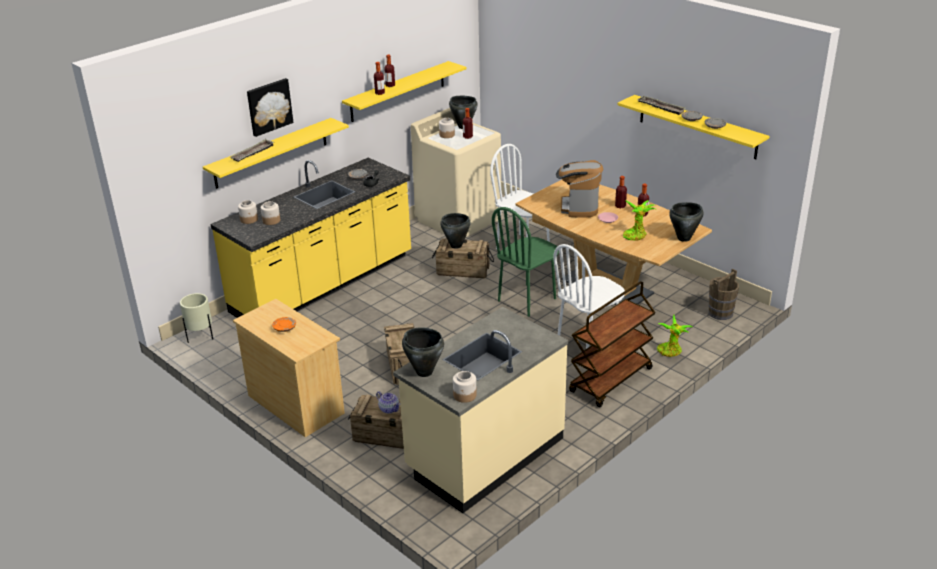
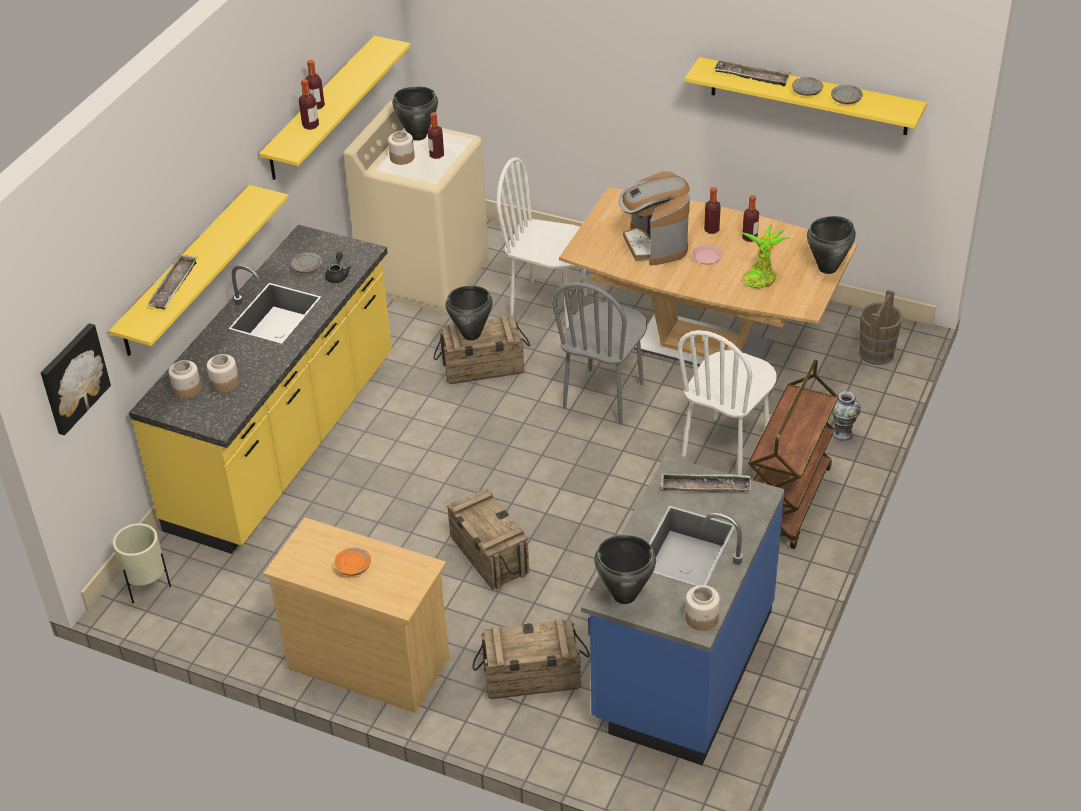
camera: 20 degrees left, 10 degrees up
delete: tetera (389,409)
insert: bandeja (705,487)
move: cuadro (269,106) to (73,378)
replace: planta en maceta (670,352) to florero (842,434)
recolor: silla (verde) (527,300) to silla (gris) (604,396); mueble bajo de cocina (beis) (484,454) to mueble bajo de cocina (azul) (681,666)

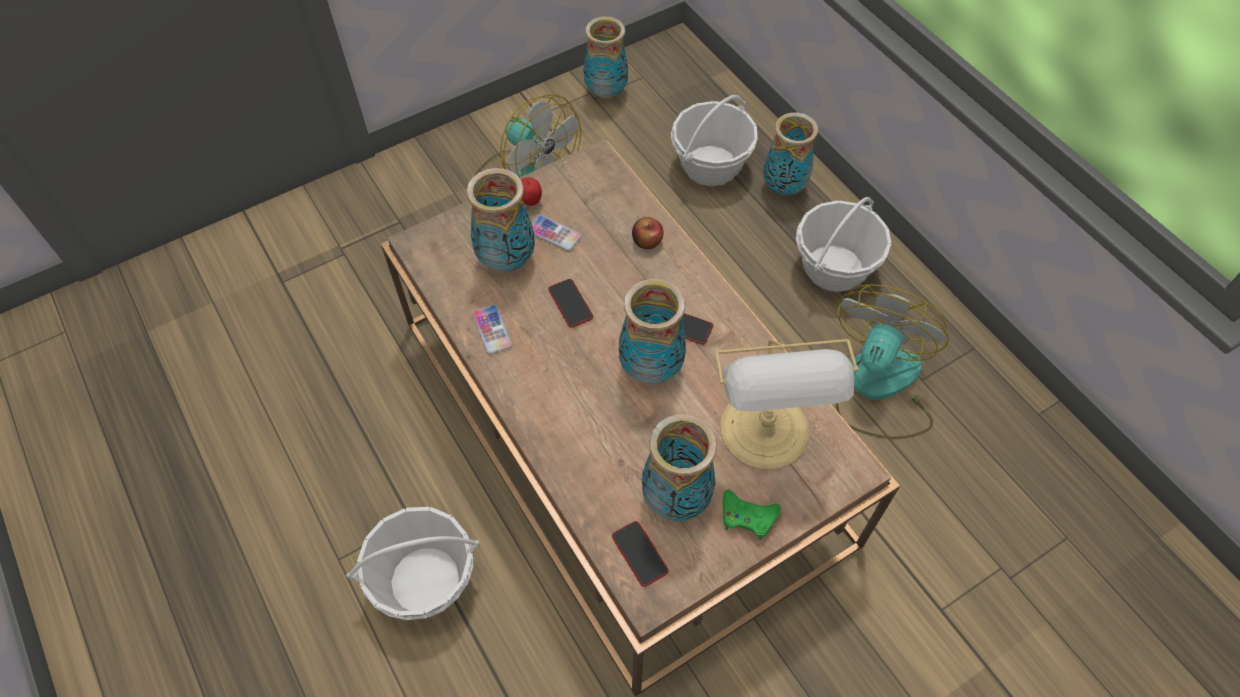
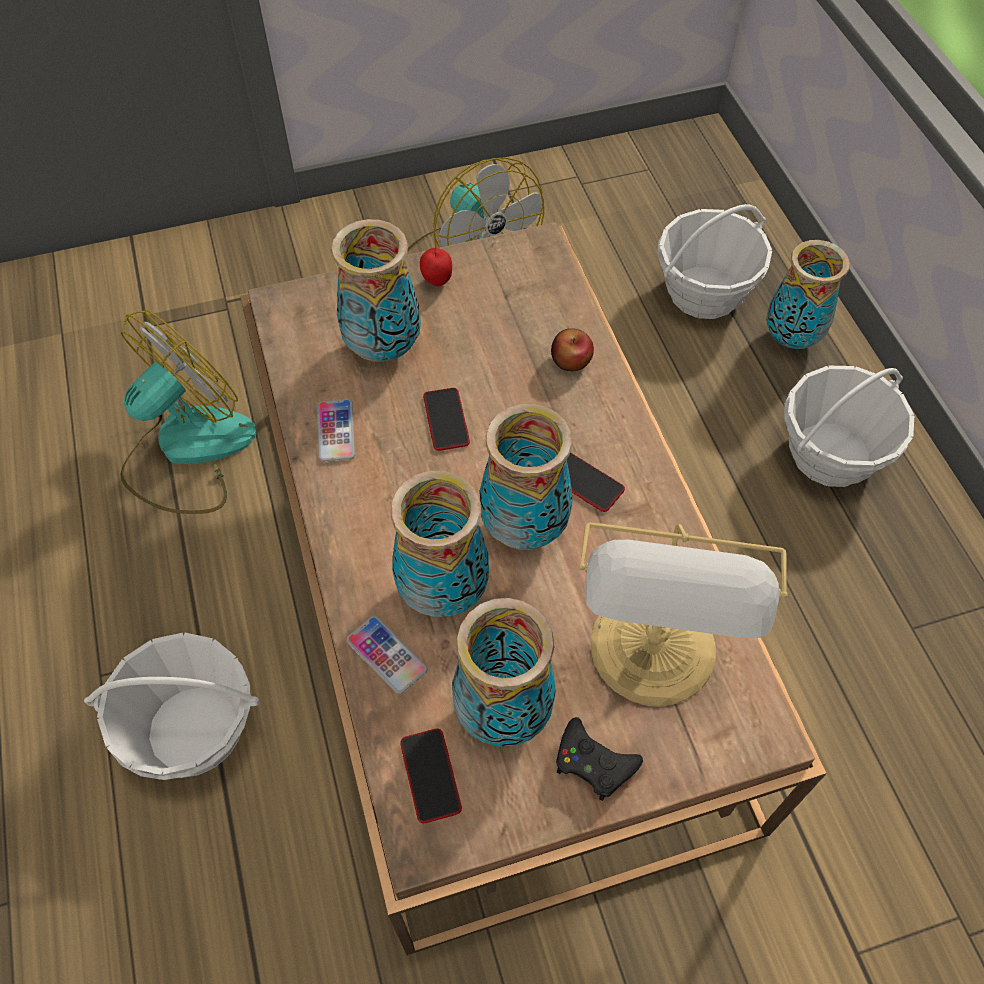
camera: 15 degrees right, 0 degrees up
move: ventilador (877,387) to (187,450); móvil (554,233) to (386,655); florero (606,91) to (443,590)
recolor: mando de consola (verde) (747,516) to mando de consola (negro) (593,762)

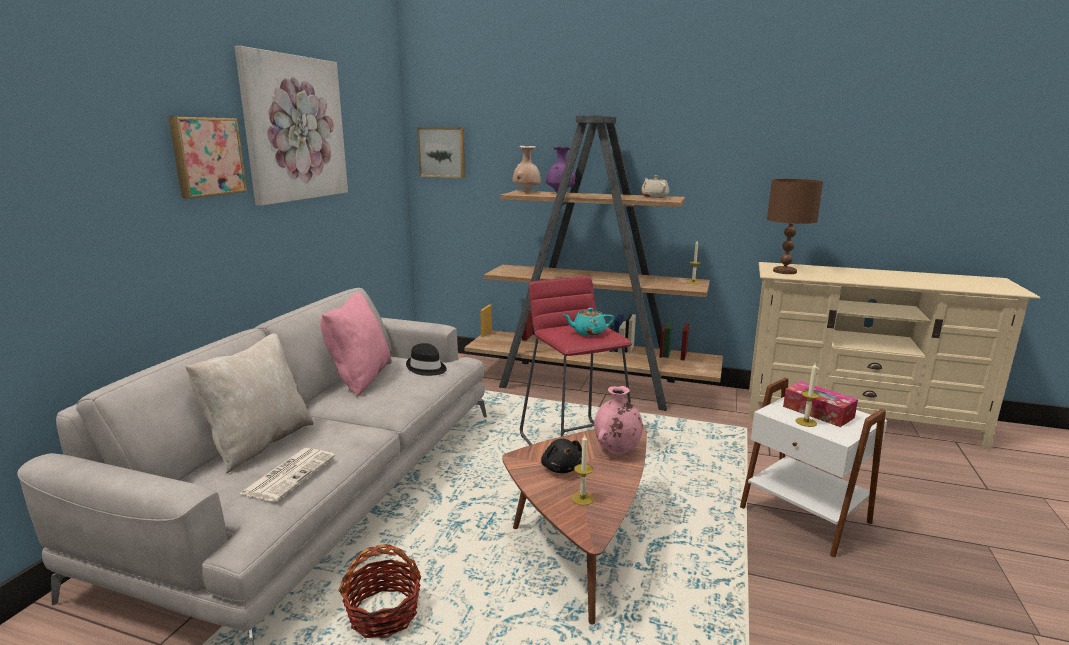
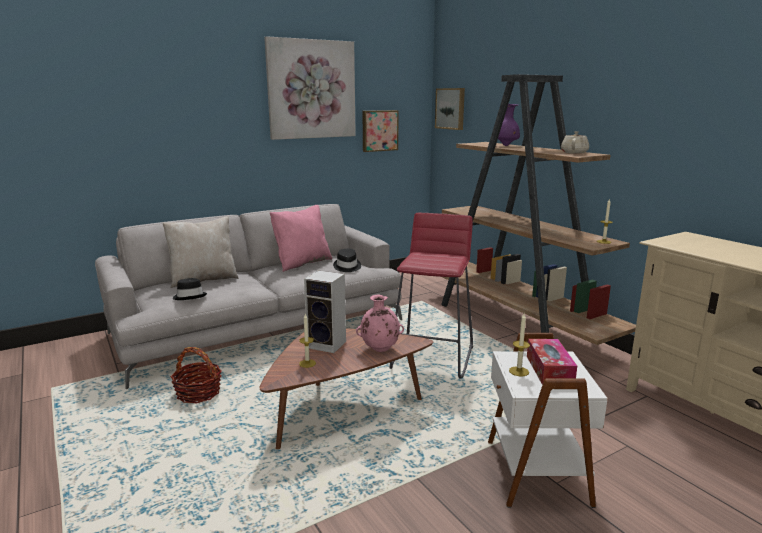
camera: 40 degrees right, 0 degrees up
delete: florero (beis) (526,191); tetera (turquesa) (588,333); lámpara de mesa (marrón) (785,271)
move: cuadro (206,156) to (379,130)
replace: periódico (290,474) to sombrero (negro) (190,296); peluche (negro) (561,468) to altavoz (328,344)

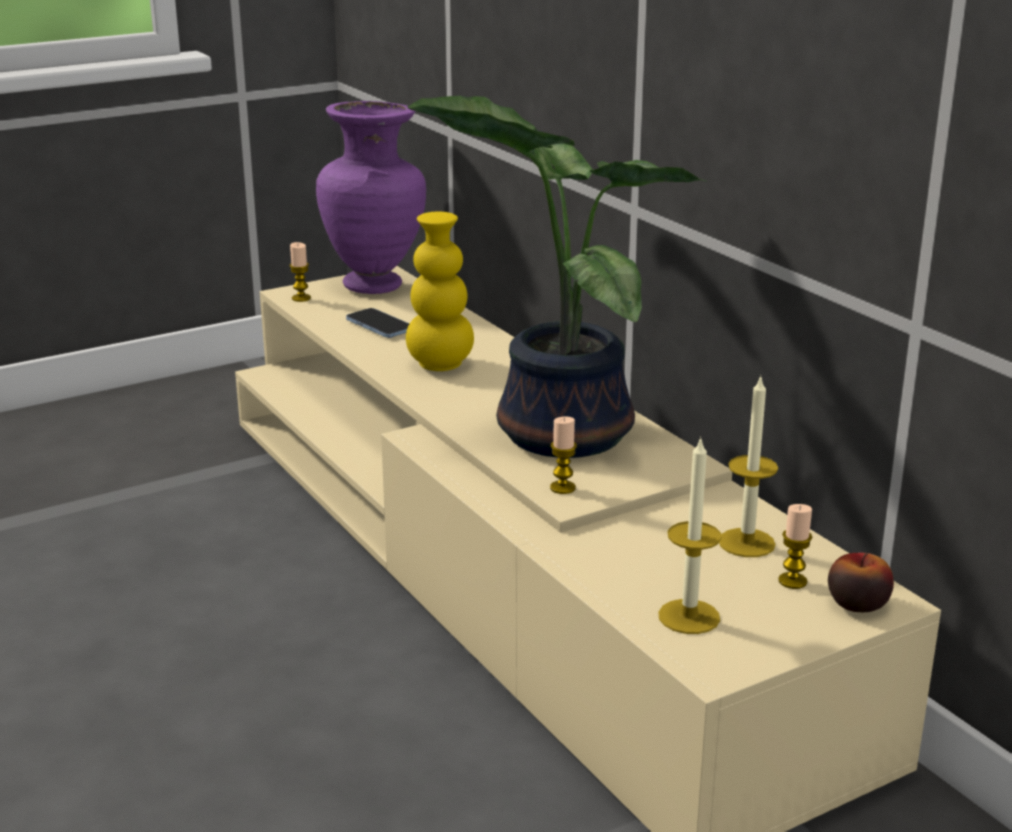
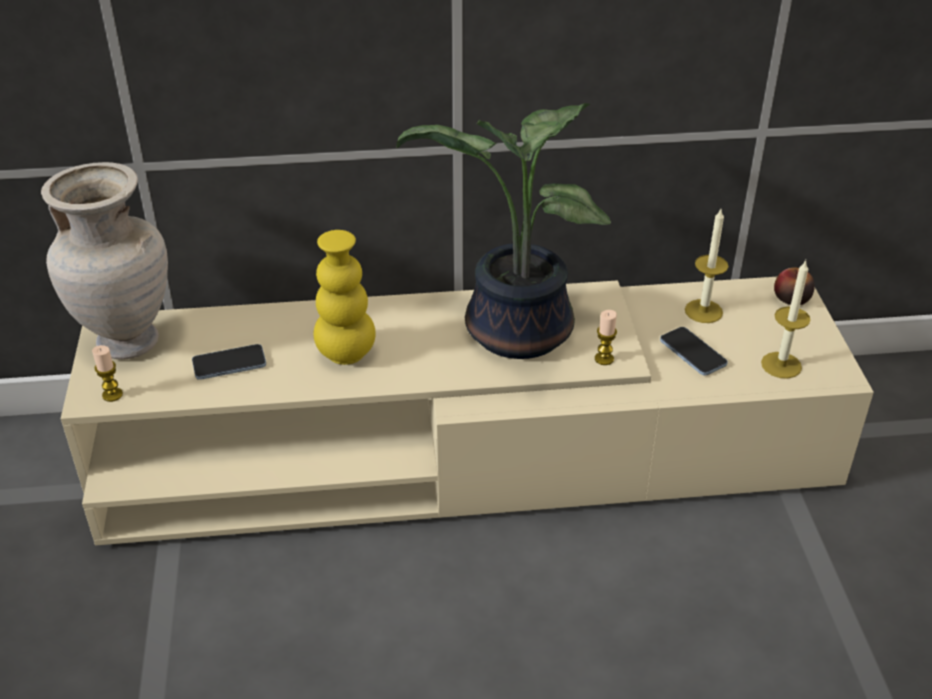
camera: 65 degrees left, 15 degrees up
delete: vela (792,581)
insert: móvil (692,353)
recolor: florero (morado) (375,286) to florero (beis) (128,341)

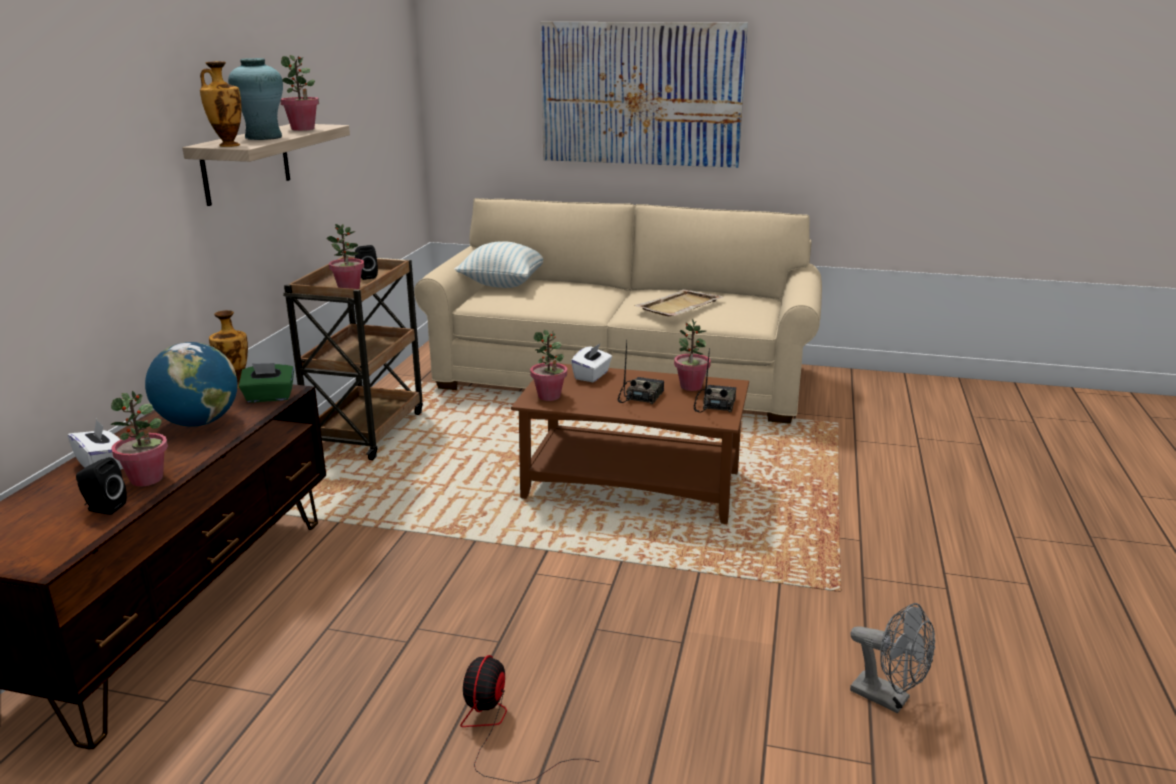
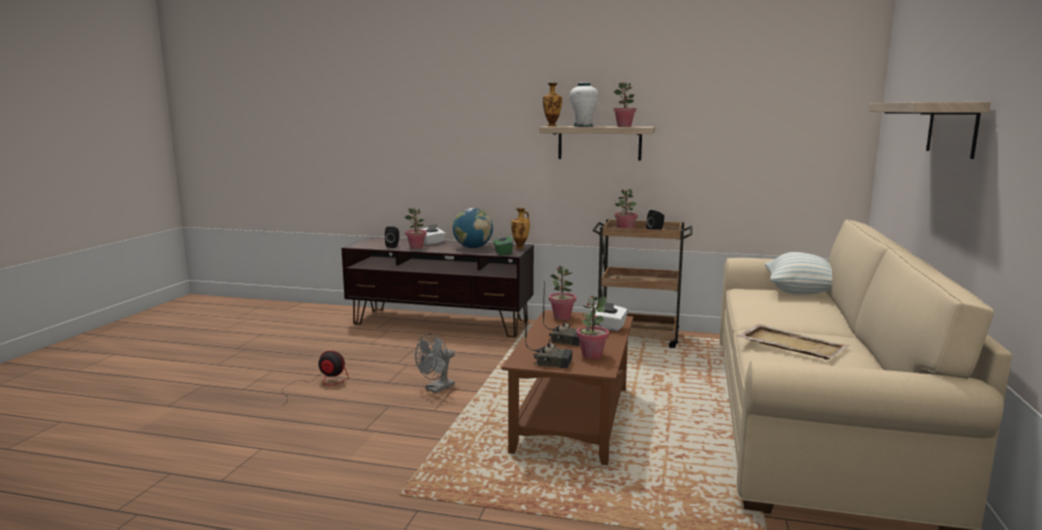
camera: 90 degrees right, 10 degrees down
move: ventilador (gris) (888,698) to (437,389)
replace: cuadro (640,94) to estante (952,128)
recolor: florero (turquesa) (263,137) to florero (blanco) (583,126)

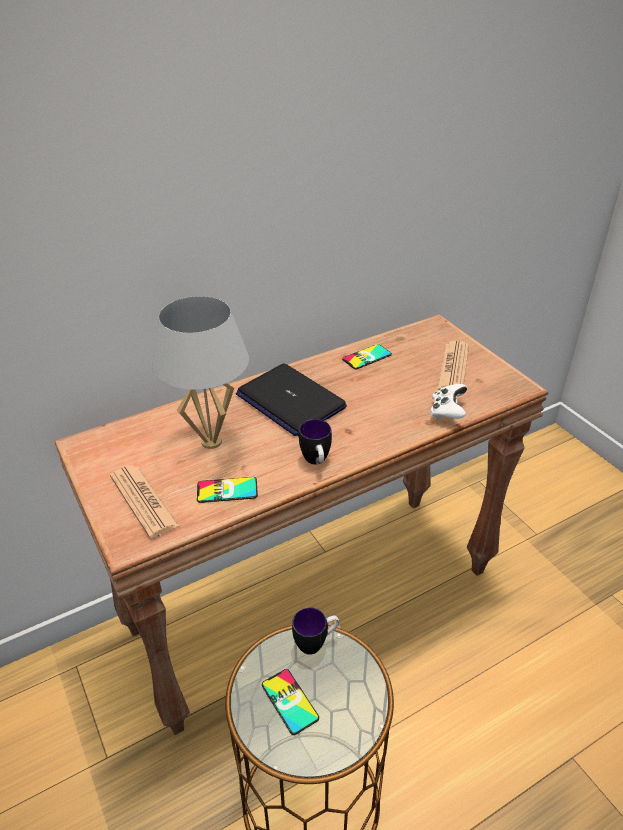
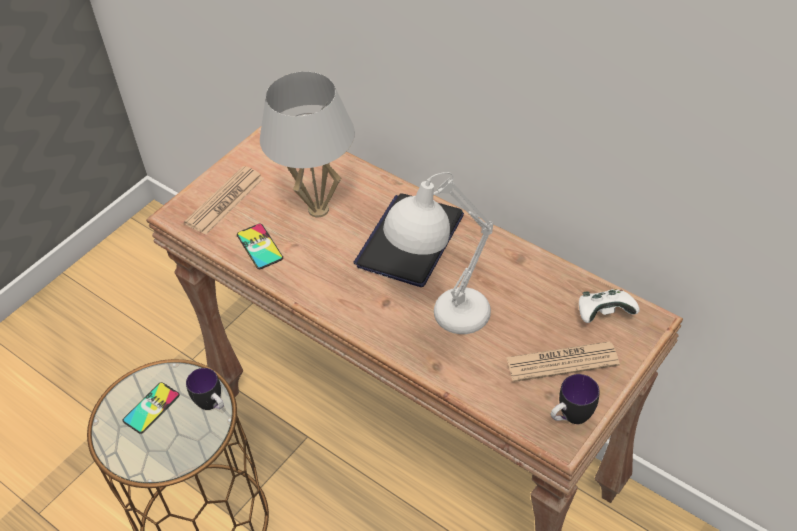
camera: 70 degrees right, 10 degrees up
delete: móvil (367,357)
insert: lámpara de mesa (blanco) (441,322)
move: taza grande (316,462) to (570,418); mando de consola (blanco) (447,412) to (604,314)

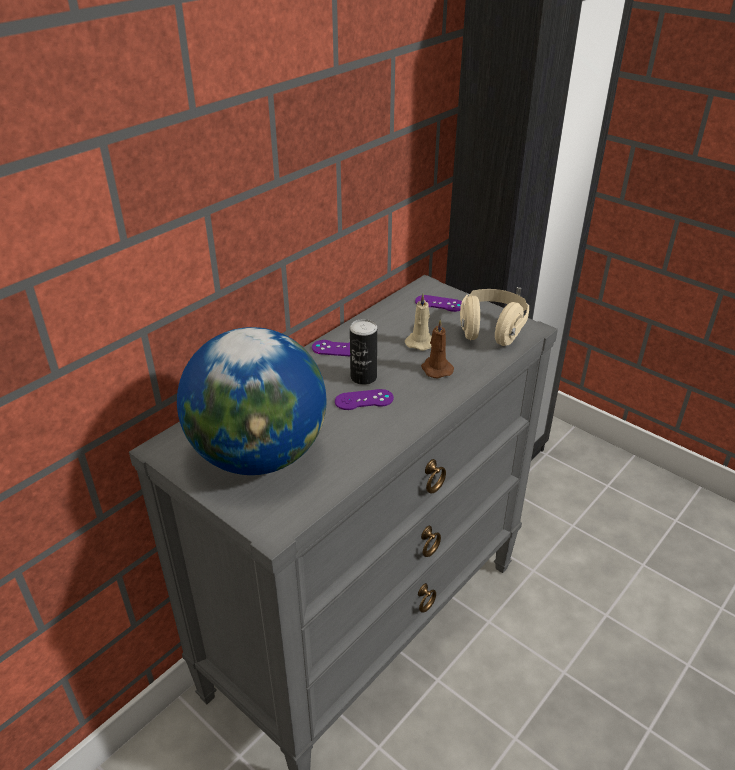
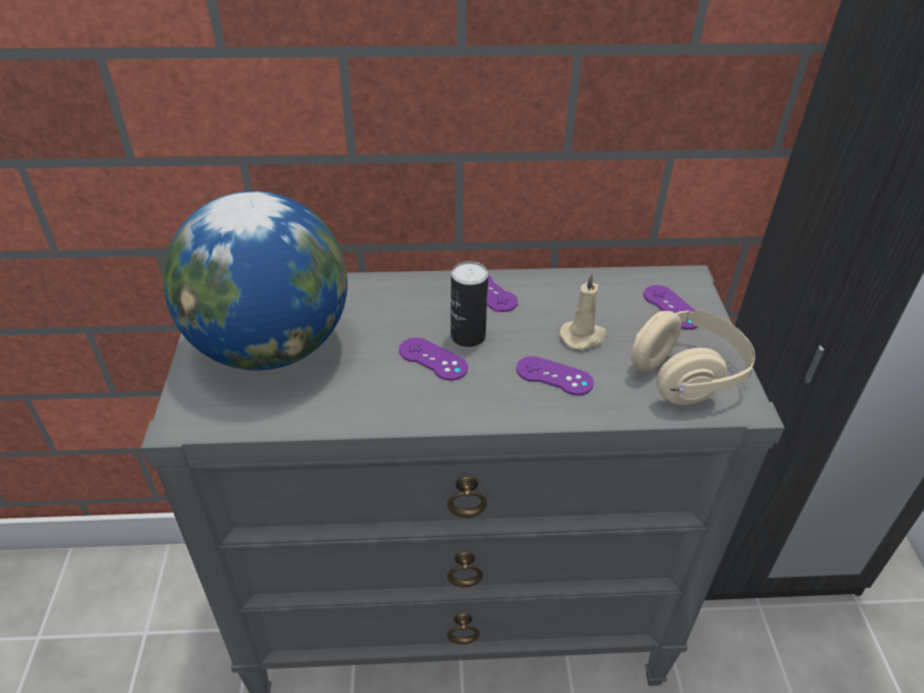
camera: 45 degrees right, 5 degrees up
replace: vela (marrón) (436,369) to mando de consola (morado) (554,376)

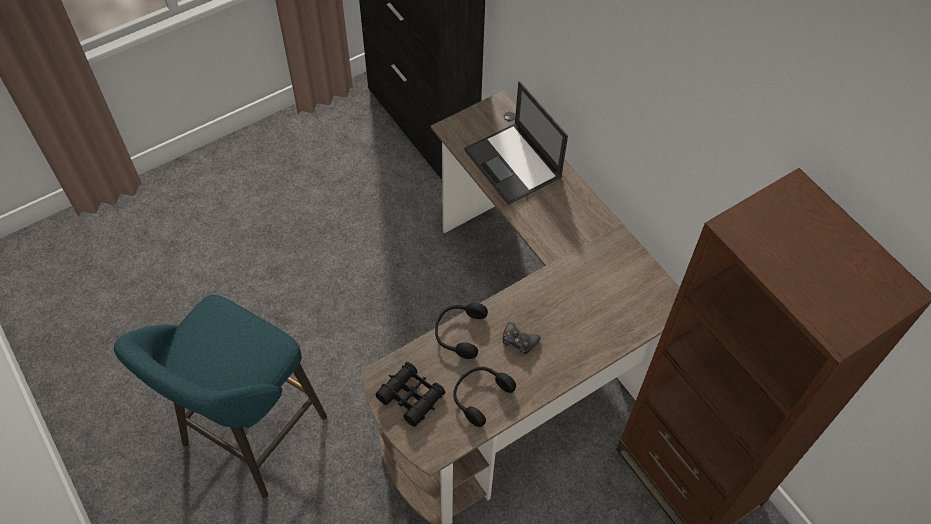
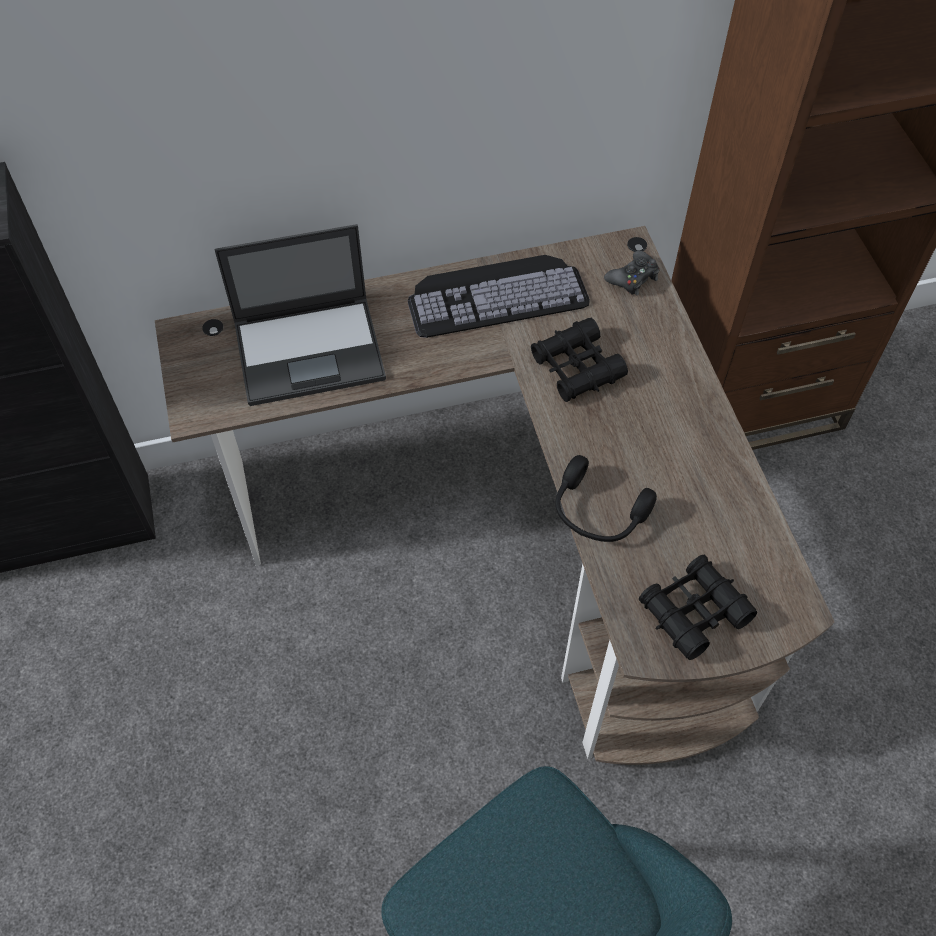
camera: 70 degrees left, 0 degrees up
delete: auriculares (negro) (479,396)
insert: teclado (497,293); prismáticos (negro) (576,368)
move: mando de consola (negro) (519,341) to (633,278)

